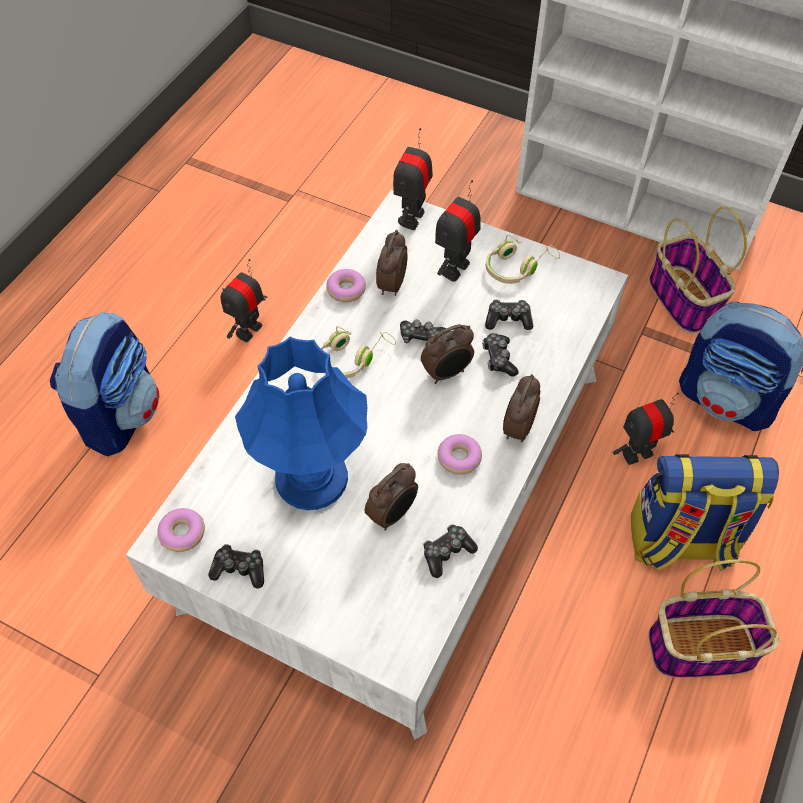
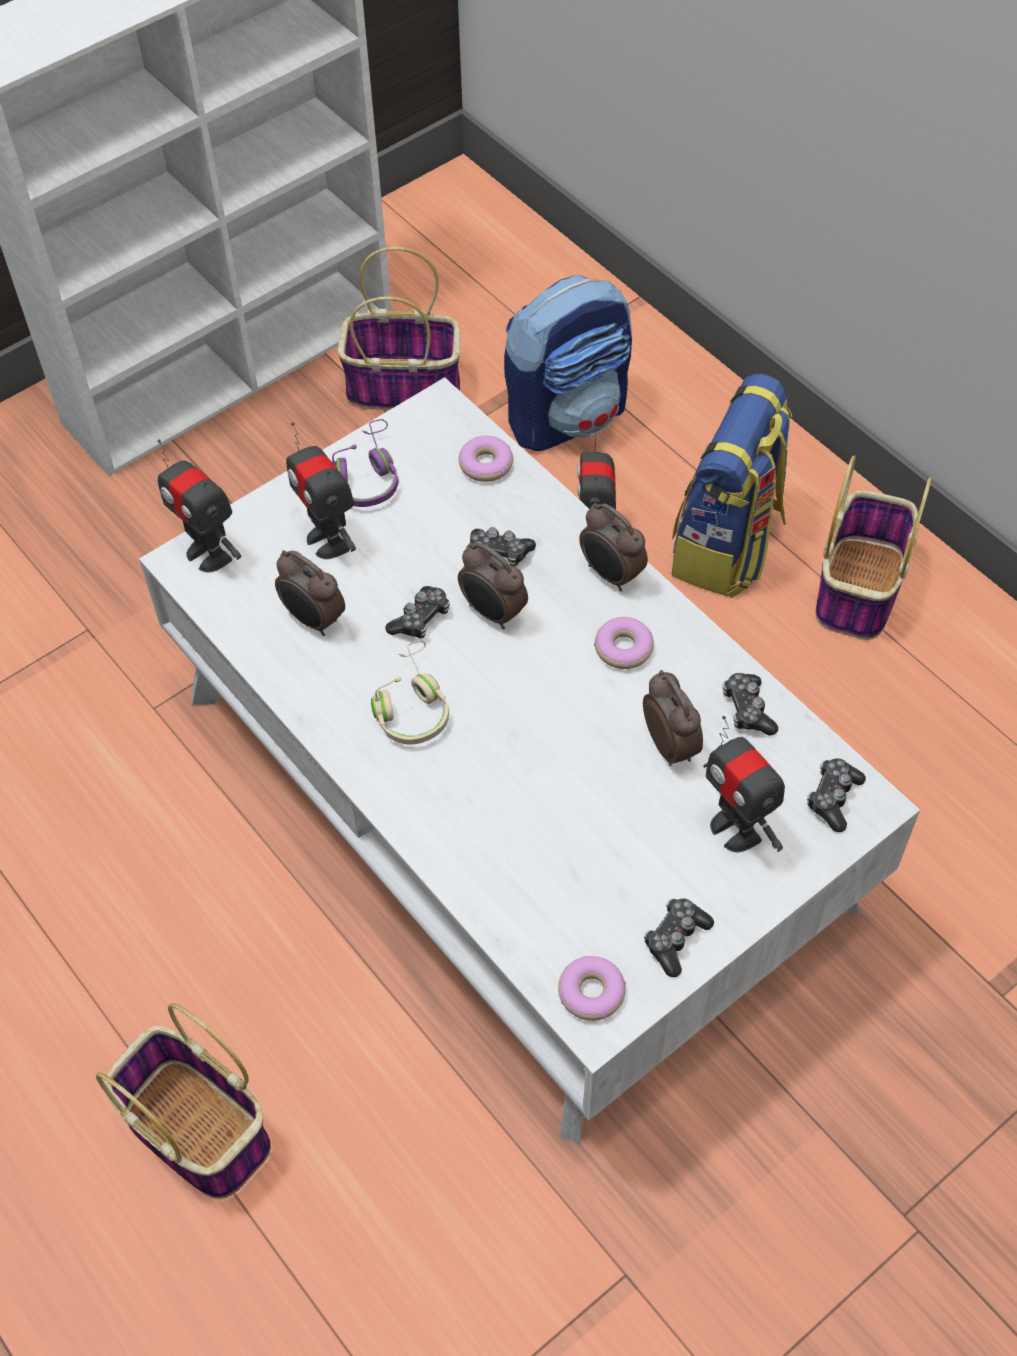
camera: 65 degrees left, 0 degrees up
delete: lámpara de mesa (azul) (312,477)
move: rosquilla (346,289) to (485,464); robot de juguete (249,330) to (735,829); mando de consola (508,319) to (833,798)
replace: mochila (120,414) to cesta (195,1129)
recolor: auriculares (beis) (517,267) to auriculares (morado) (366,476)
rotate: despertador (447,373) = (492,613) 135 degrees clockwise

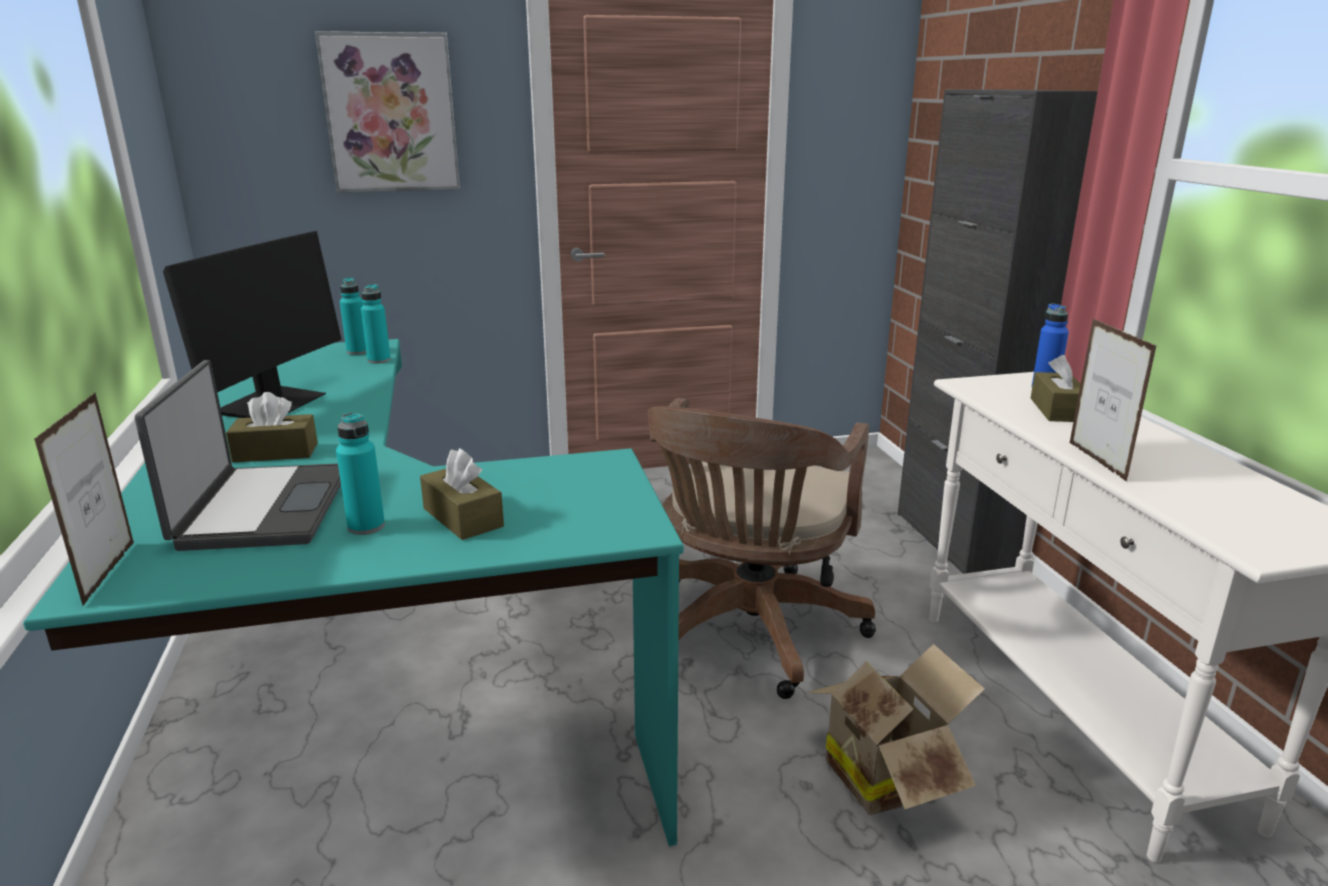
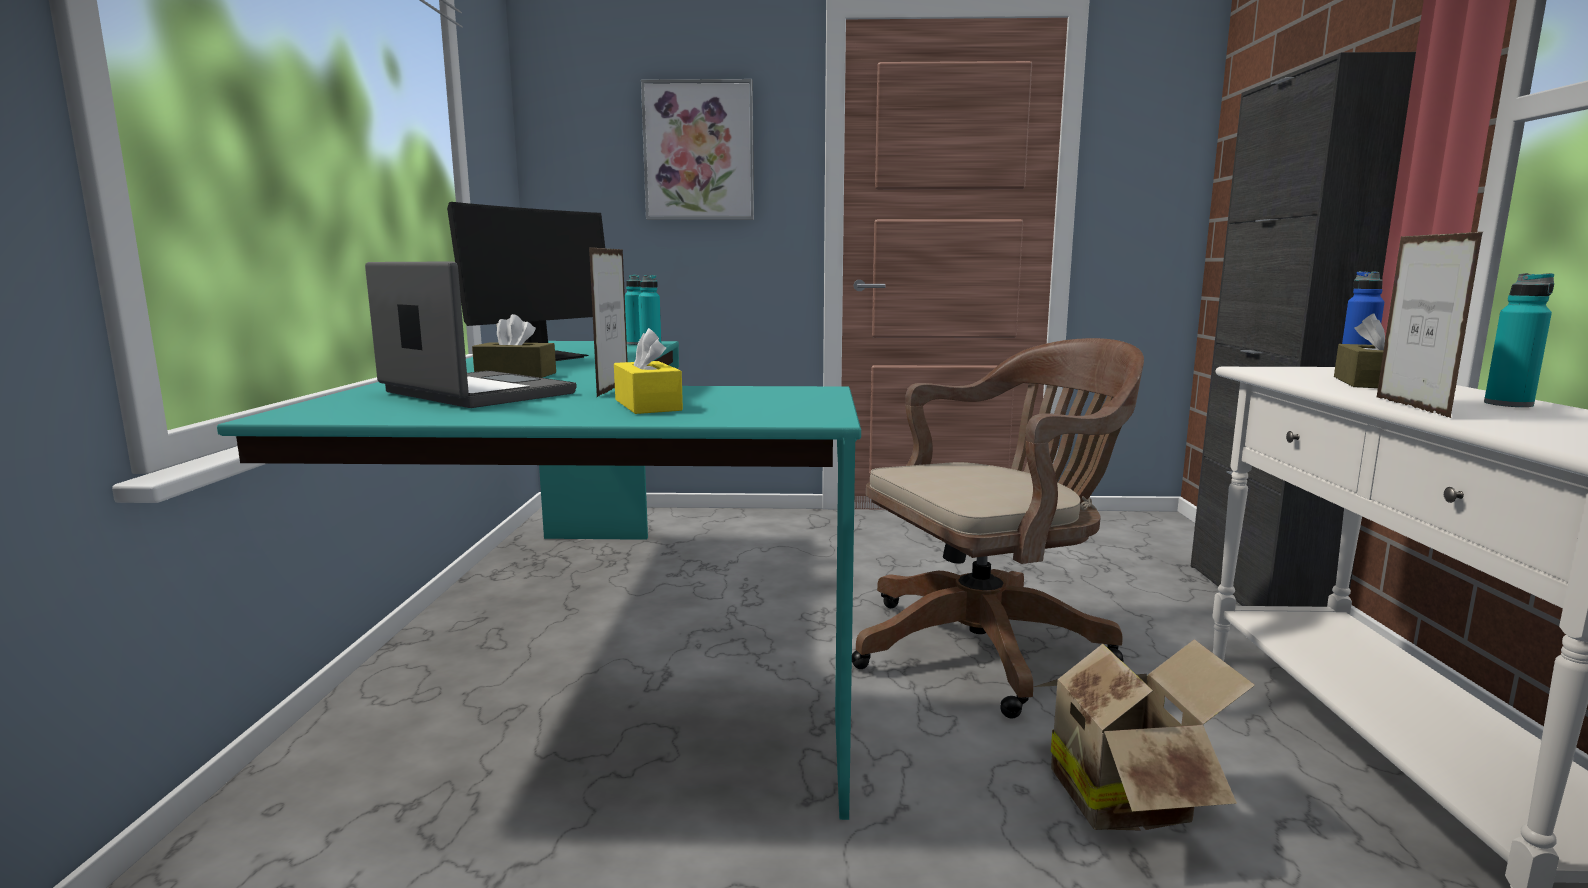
camera: 15 degrees right, 10 degrees down
move: portarretratos (110,572) to (613,389); botella (turquesa) (366,526) to (1508,404)
recolor: caja de pañuelos (marrón) (463,517) to caja de pañuelos (amarillo) (647,405)
rotate: portátil (262,508) = (474,393) 60 degrees counterclockwise; silla de oficina (marrón) (749,634) = (990,646) 150 degrees counterclockwise

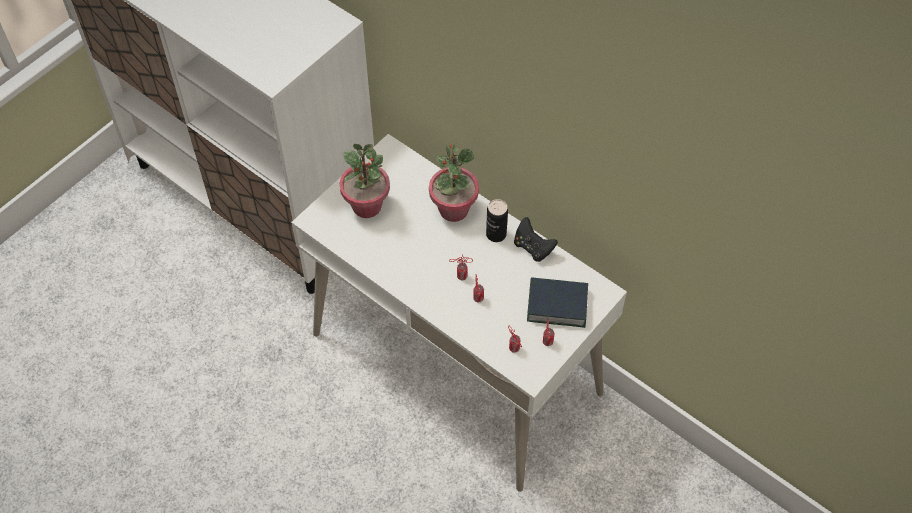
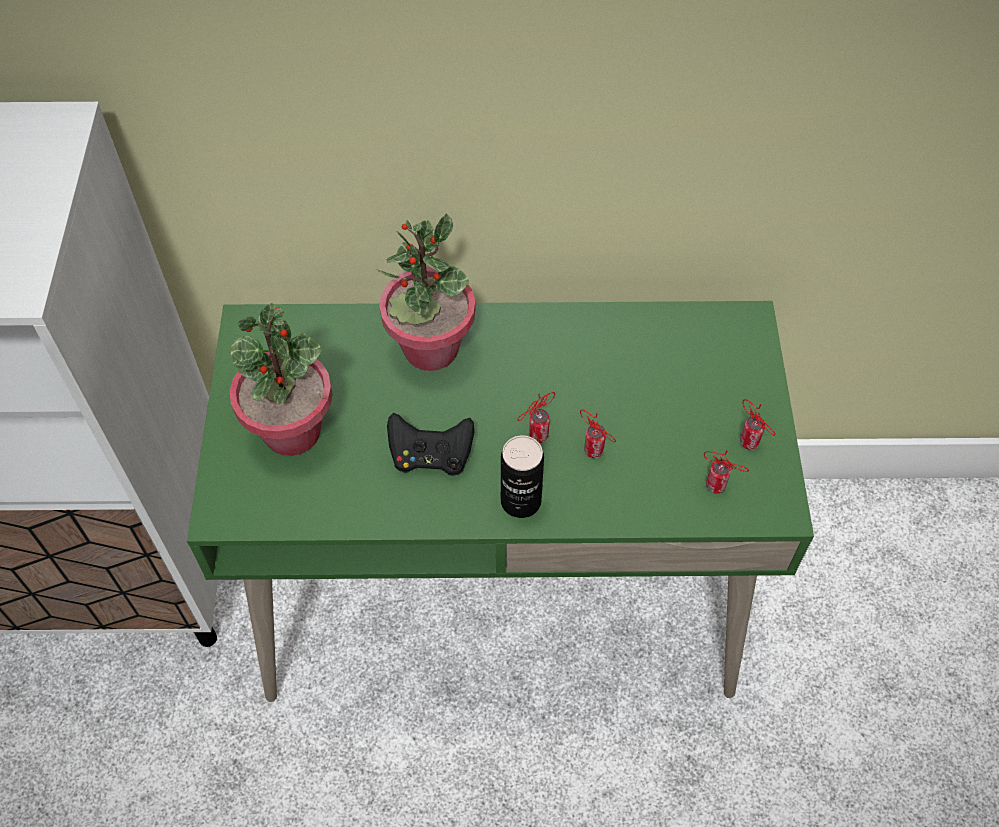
camera: 40 degrees left, 0 degrees up
delete: libro (557,305)
move: mando de consola (negro) (533,248) to (431,457); lata (496,234) to (520,501)
recolor: escritorio (blanco) (456,363) to escritorio (verde) (499,591)

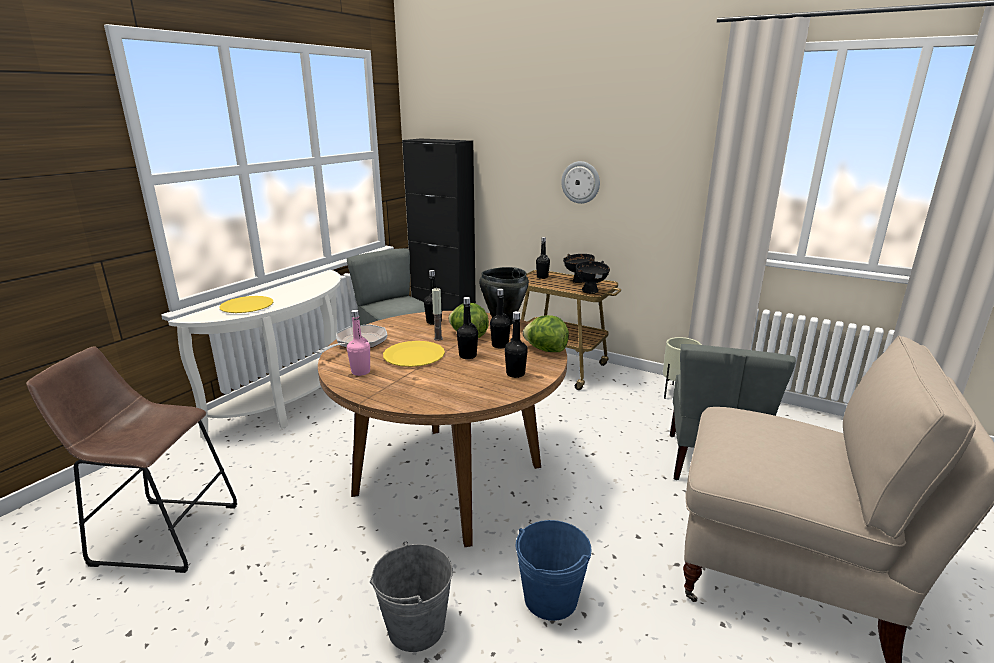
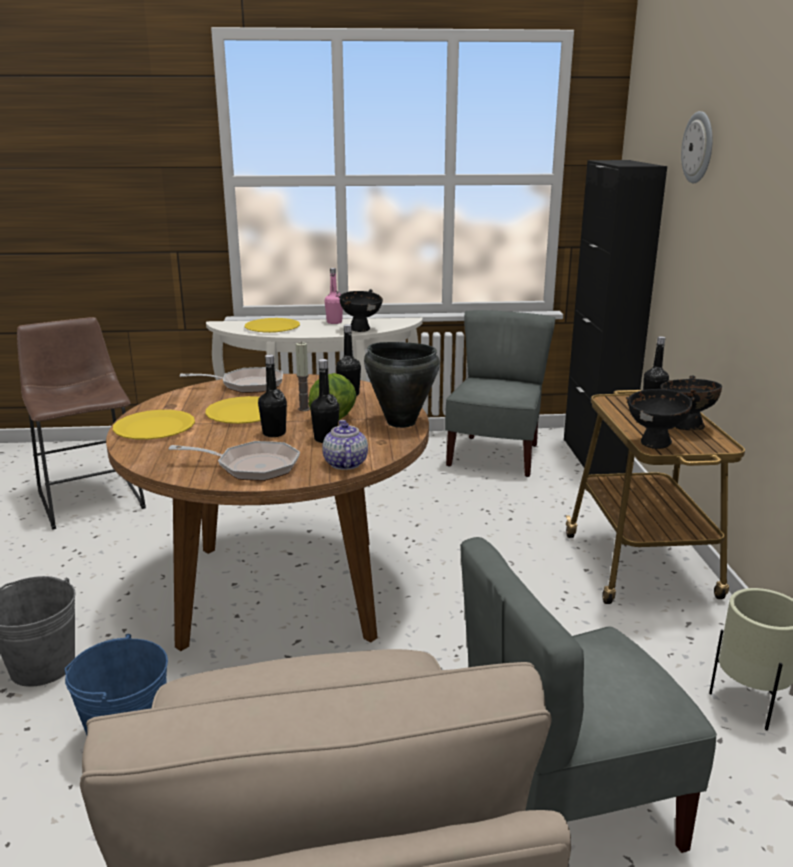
camera: 55 degrees right, 0 degrees up
insert: plato (amarillo) (154,427); cuenco (negro) (361,330)
move: botella (rosa) (361,372) to (334,322); reloj de pared (581,182) to (698,147)
replace: botella (negro) (515,374) to sartén (252,467); lechuga (545,350) to tetera (345,464)

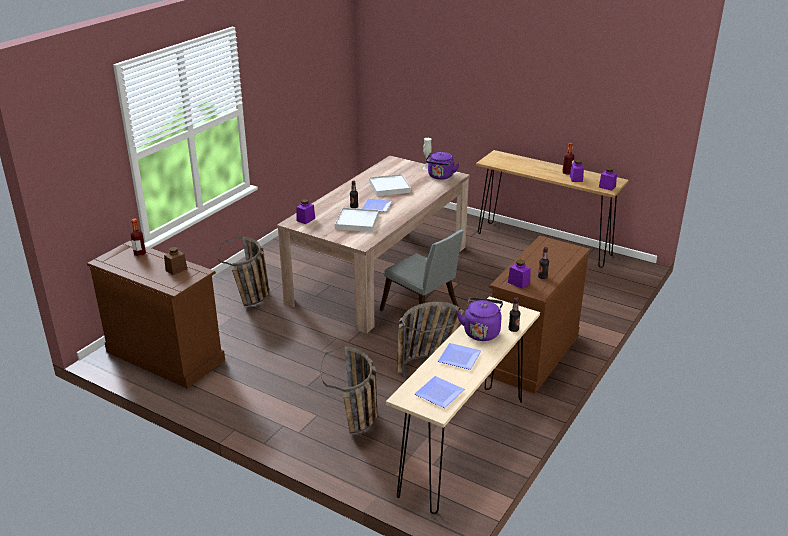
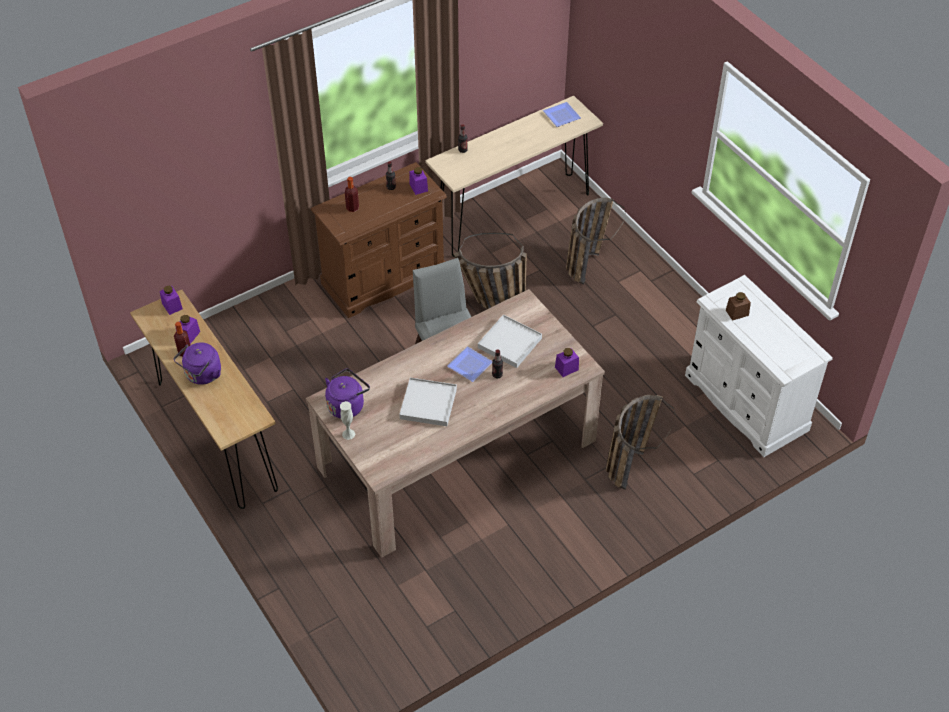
camera: 155 degrees left, 20 degrees up
delete: plato (458,358)
move: hervidor (morado) (481,332) to (202,375); botella (140,254) to (352,208)
recolor: cómoda (marrón) (165,355) to cómoda (blanco) (746,403)

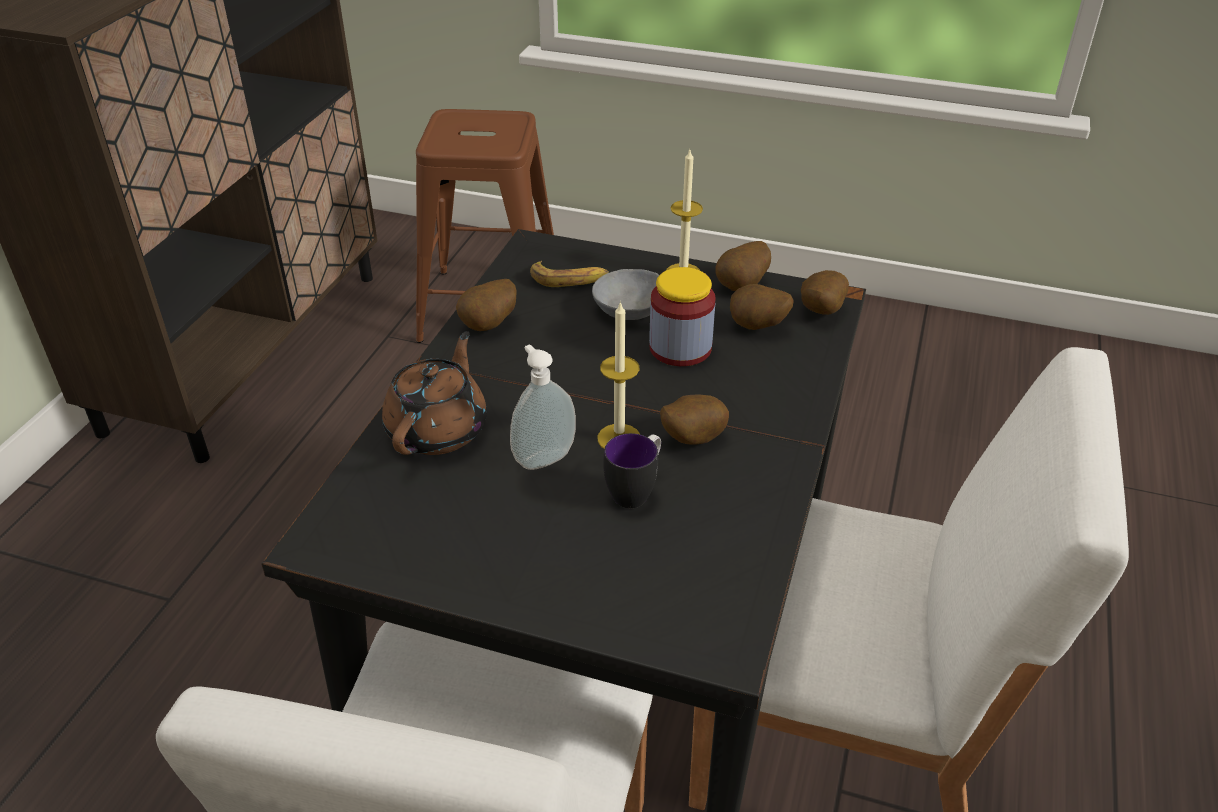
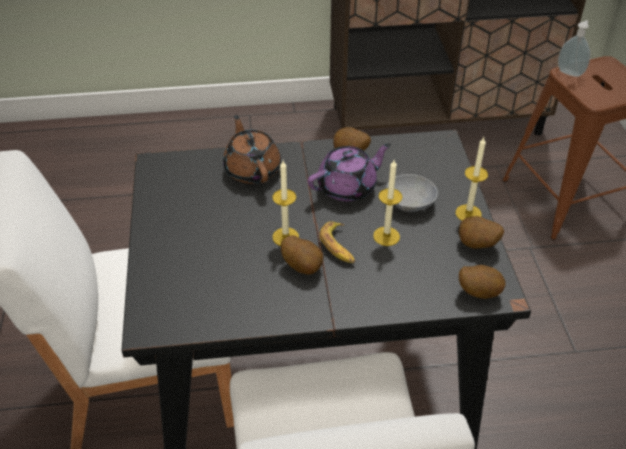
camera: 65 degrees right, 5 degrees up
delete: taza grande (636,491); patata (757,328)
insert: tetera (morado) (348,187)
move: plátano (569,279) to (339,247); dispensador de jabón (543,457) to (570,72)
replace: tarro (680,348) to vela (386,236)
rotate: tetera (marrón) (439,429) = (252,169) 105 degrees counterclockwise

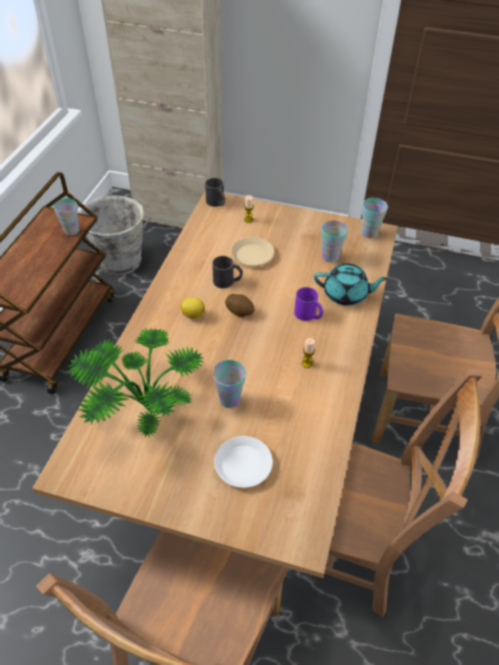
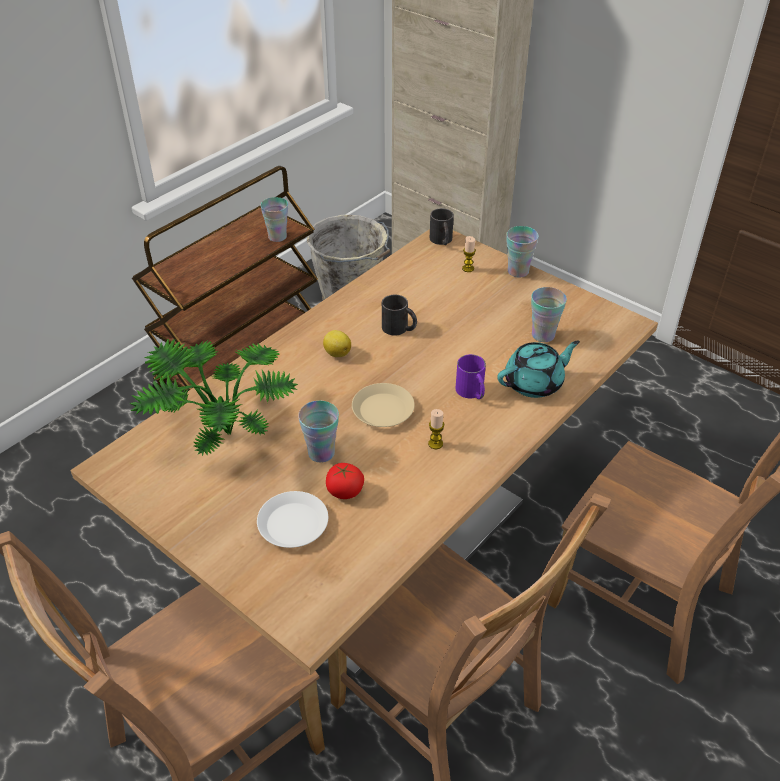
camera: 25 degrees right, 5 degrees down
delete: patata (240,311)
insert: tomate (345,491)
move: plato (beis) (252,255) to (382,410); taza (369,233) to (518,271)
rotate: tetera (turquesa) (346,294) = (534,383) 60 degrees counterclockwise

